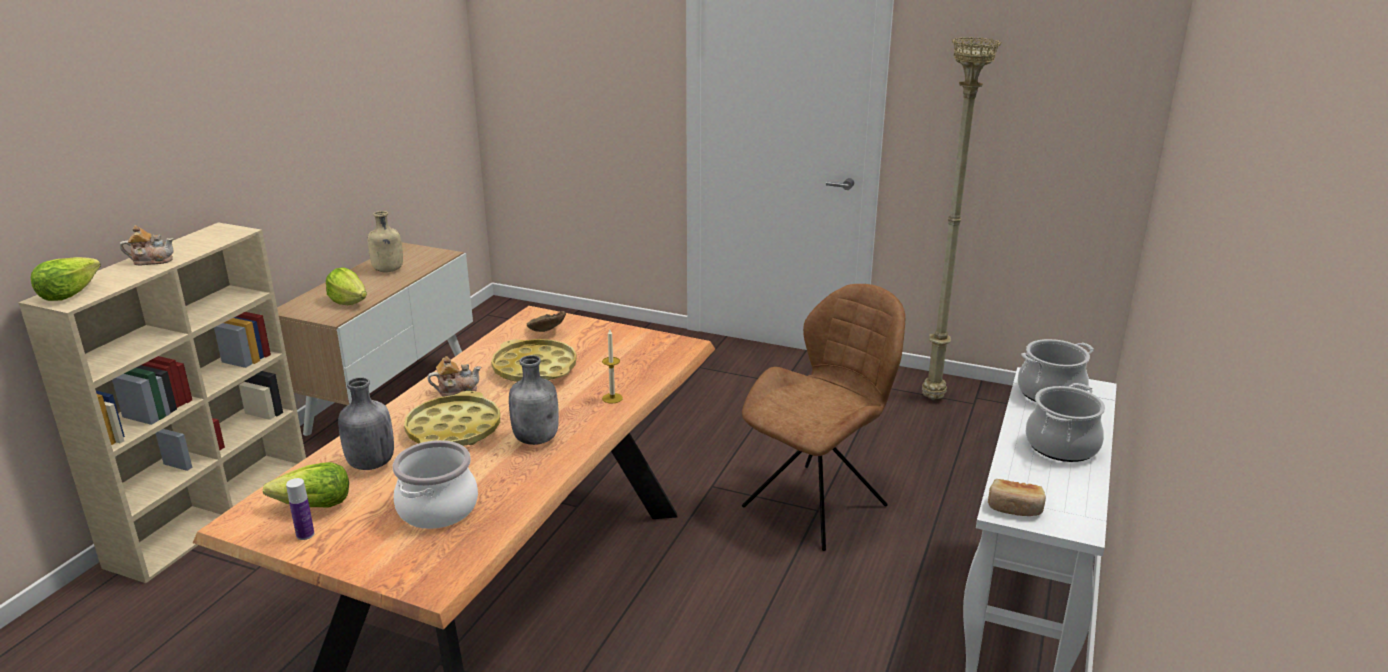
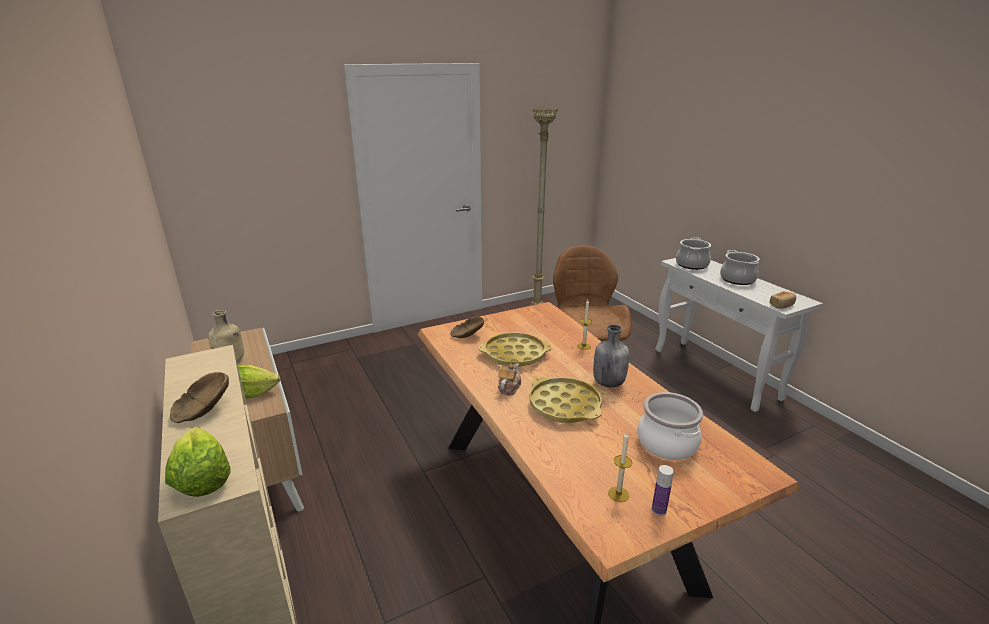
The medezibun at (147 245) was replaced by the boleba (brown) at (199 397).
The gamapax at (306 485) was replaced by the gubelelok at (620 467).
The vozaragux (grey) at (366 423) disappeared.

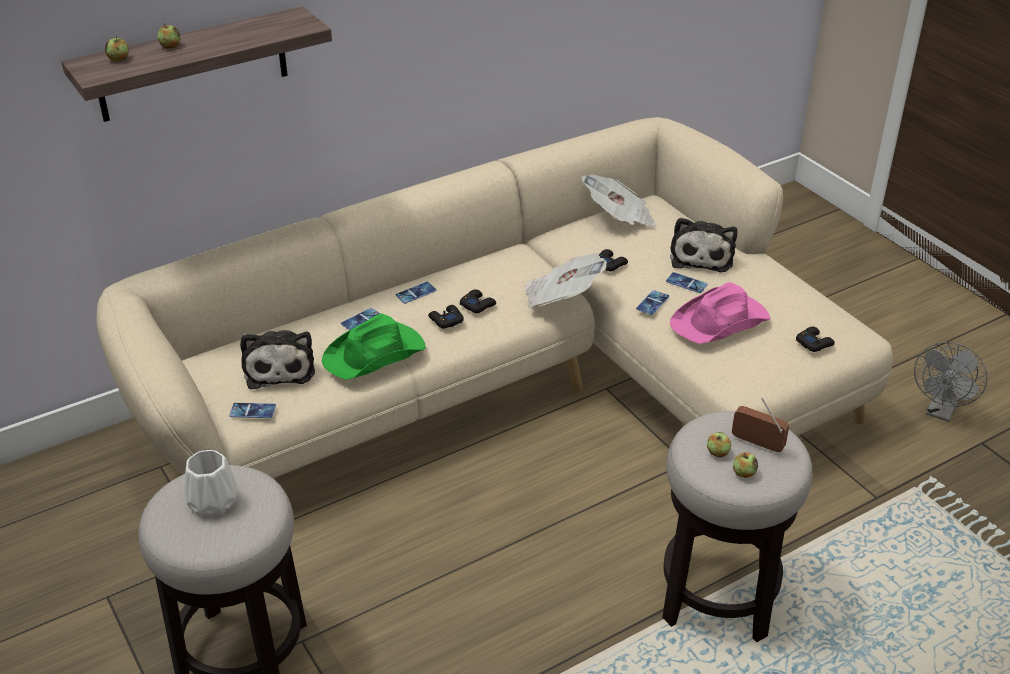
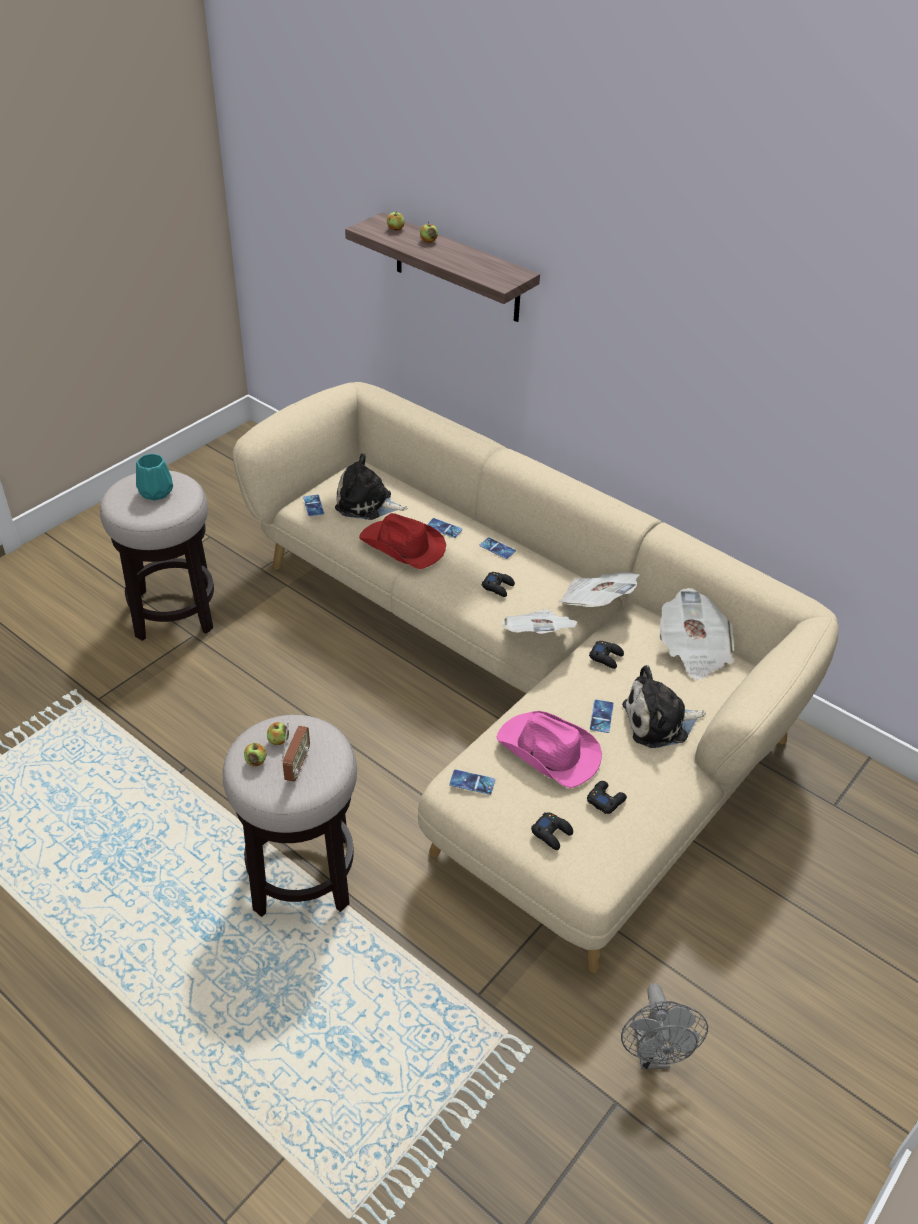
The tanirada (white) at (210 483) became the tanirada (turquoise) at (154 477).
The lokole at (277 359) turned 45 degrees clockwise.
The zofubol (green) at (374 347) became the zofubol (red) at (402 541).
The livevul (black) moved from (446 317) to (607 797).
The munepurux moved from (652 302) to (472 782).
The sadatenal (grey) at (950 382) turned 105 degrees counterclockwise.
The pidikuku at (599 589) appeared.

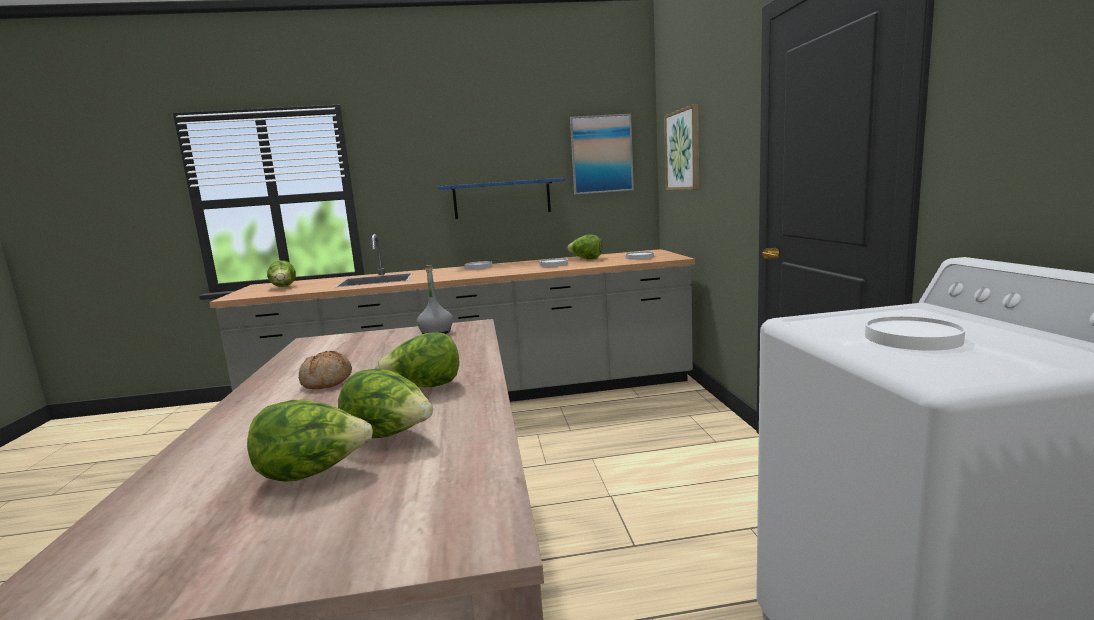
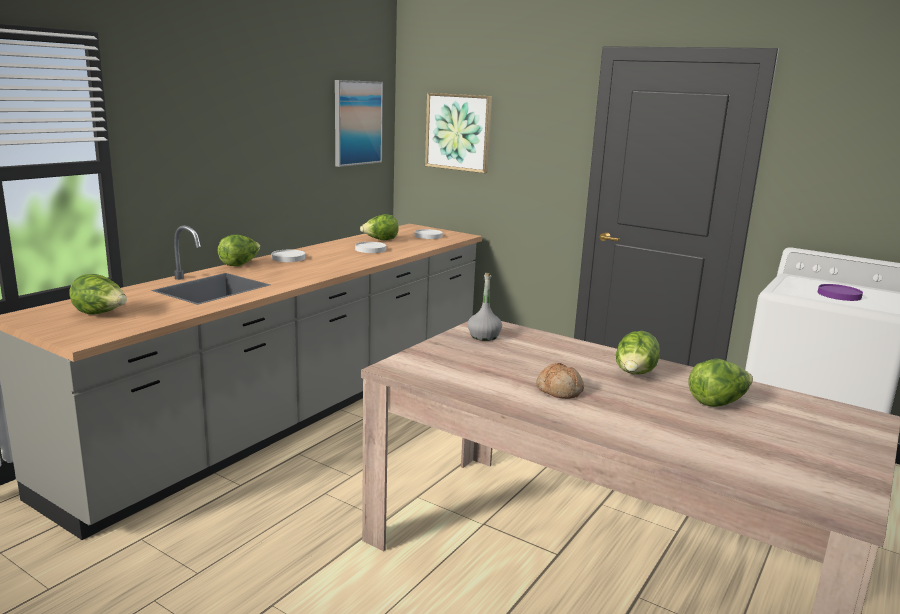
The gamapax moved from (310 441) to (239 250).
The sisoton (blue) at (501 198) disappeared.
The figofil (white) at (915 333) became the figofil (purple) at (840 292).

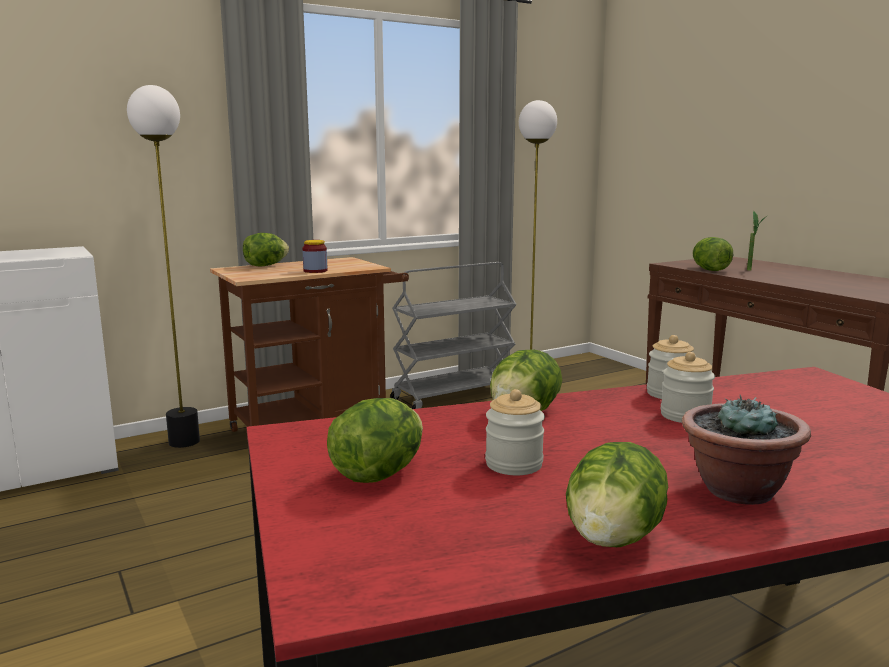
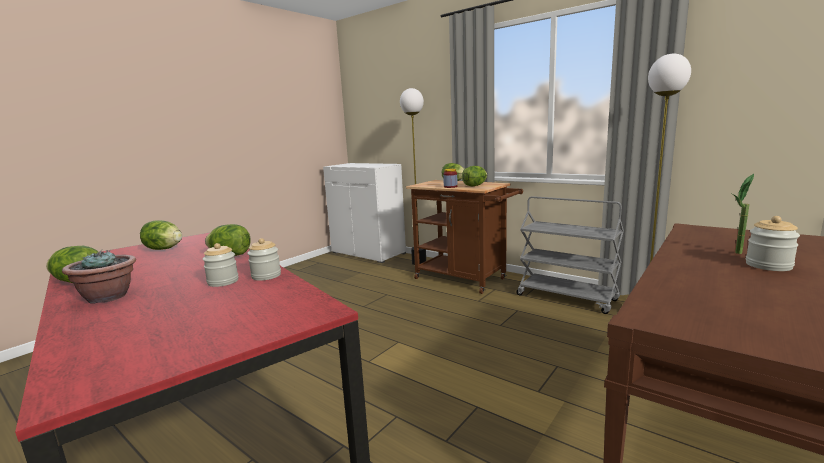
The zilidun moved from (515 432) to (773 243).
The gamapax moved from (712 254) to (474 176).

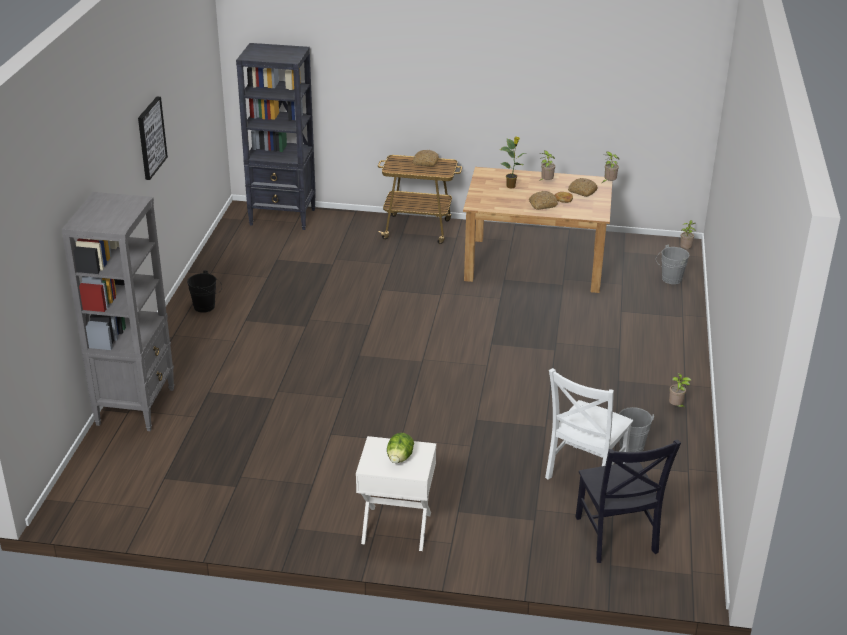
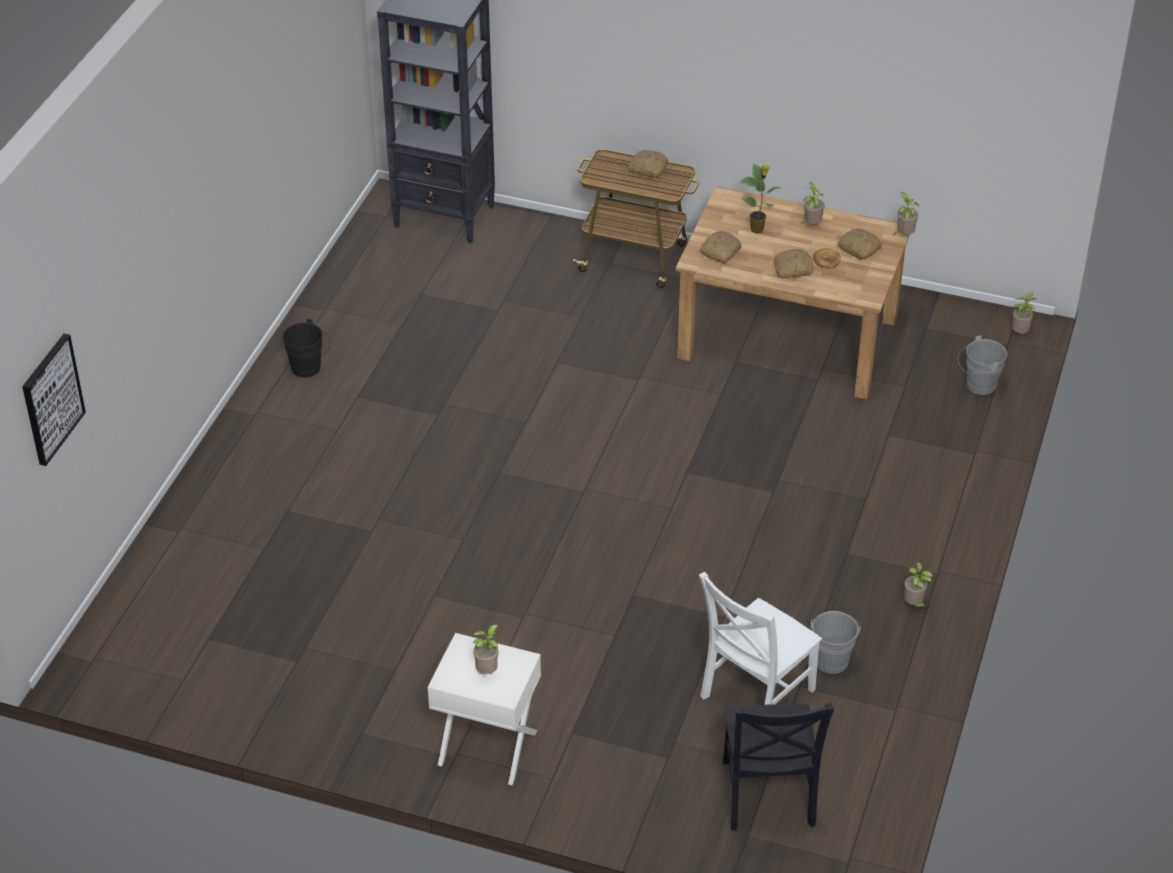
The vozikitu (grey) at (118 311) disappeared.
The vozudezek moved from (153 138) to (54 400).
The gamapax at (400 448) was replaced by the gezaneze at (486 649).
The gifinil at (720 247) appeared.

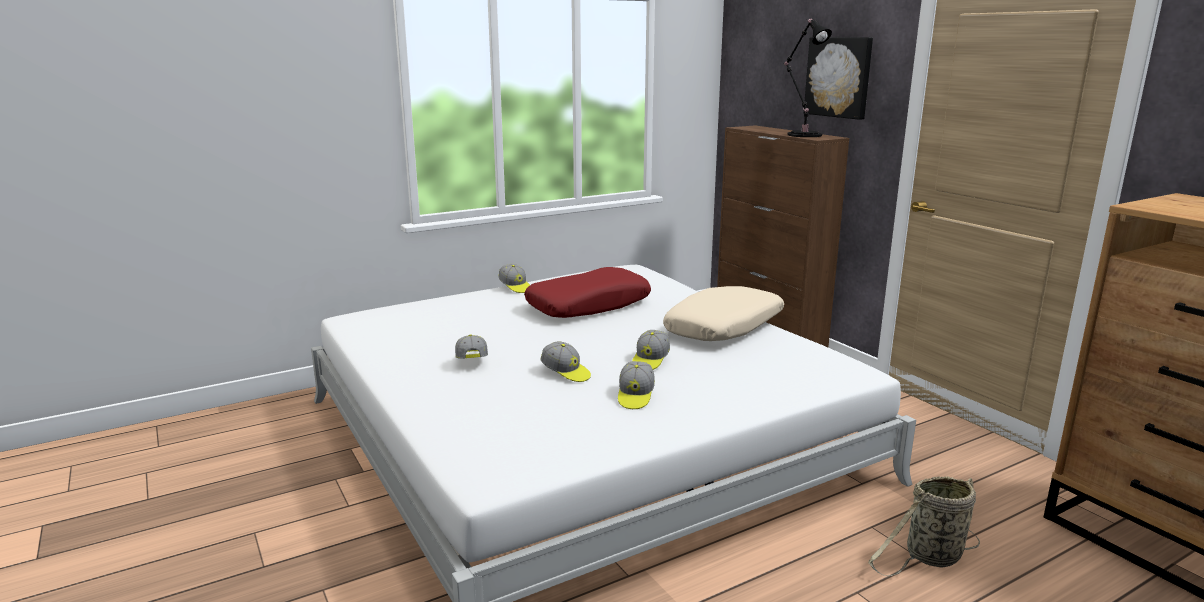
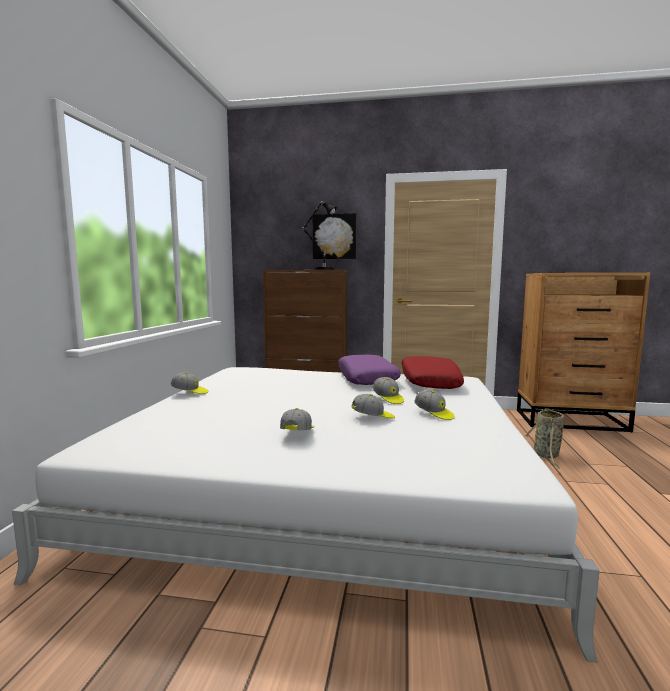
The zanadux at (471 346) turned 75 degrees clockwise.
The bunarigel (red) moved from (587 292) to (433 372).
The bunarigel (beige) at (723 313) became the bunarigel (purple) at (369 370).

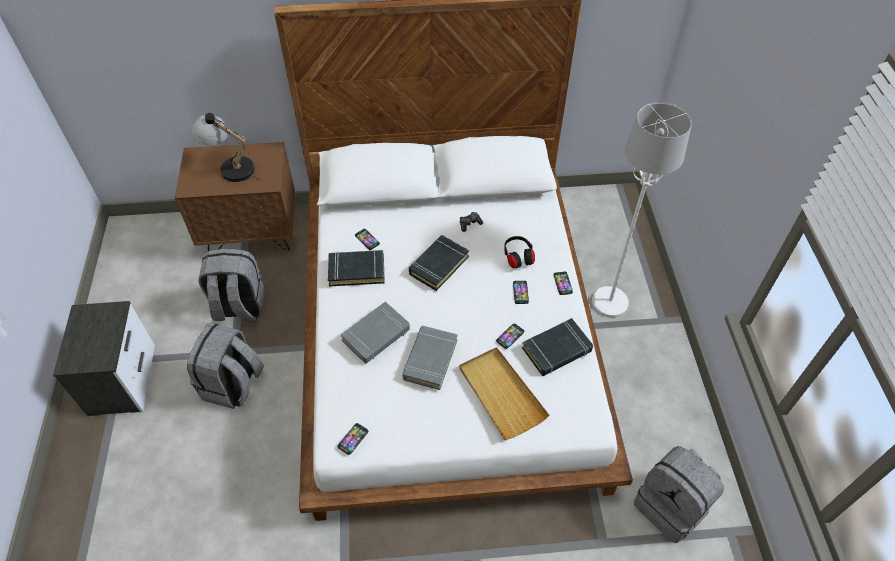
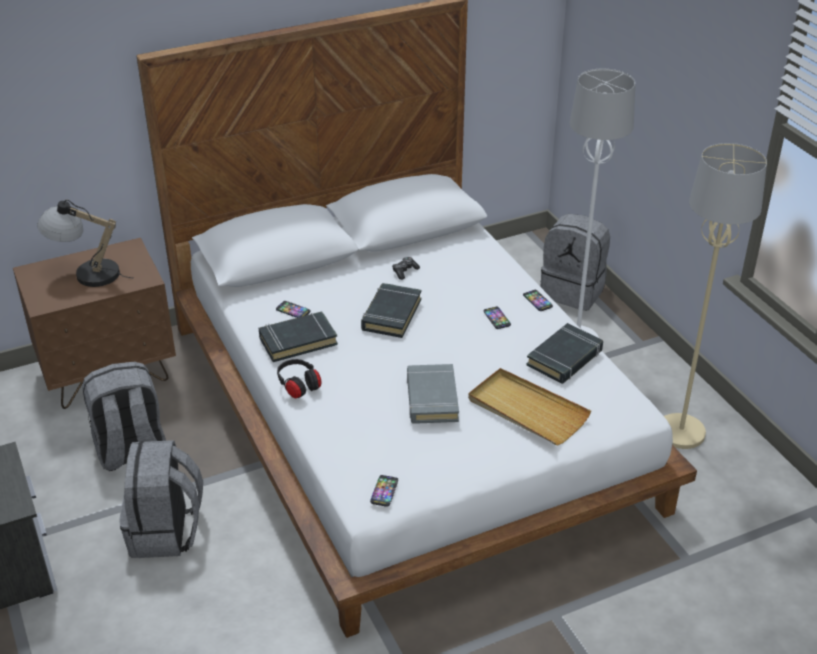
The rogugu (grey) at (375 333) disappeared.
The munepurux at (510 336) disappeared.
The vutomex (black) moved from (519 252) to (299 379).
The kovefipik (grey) moved from (679 494) to (575 262).
The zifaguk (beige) at (715 296) appeared.

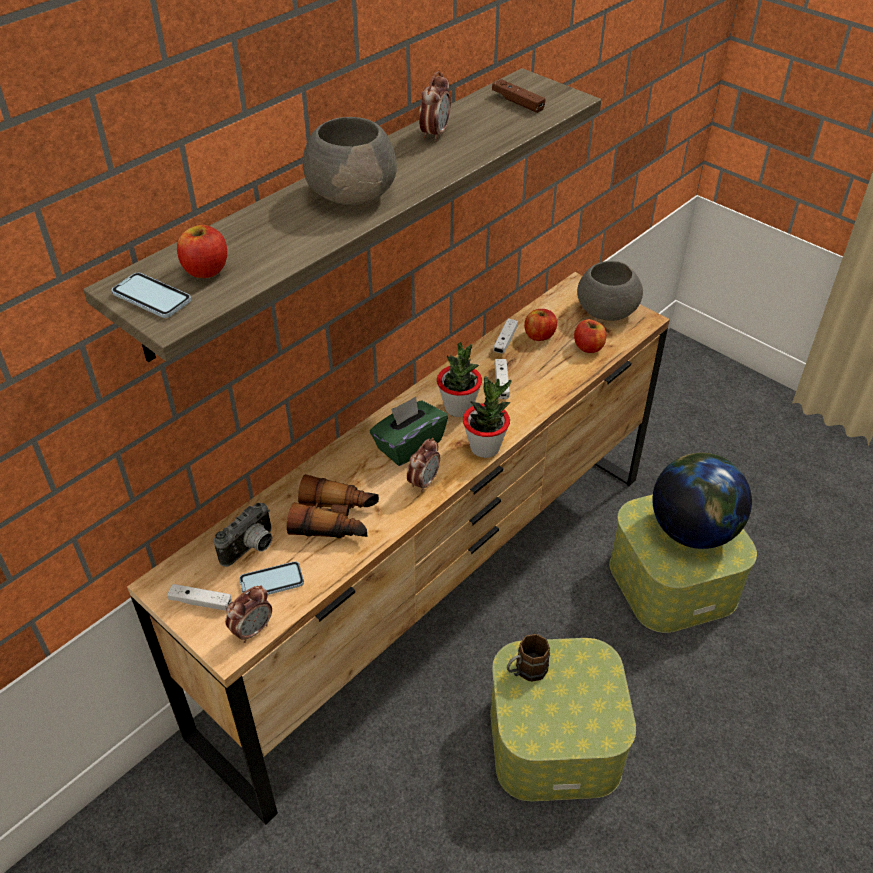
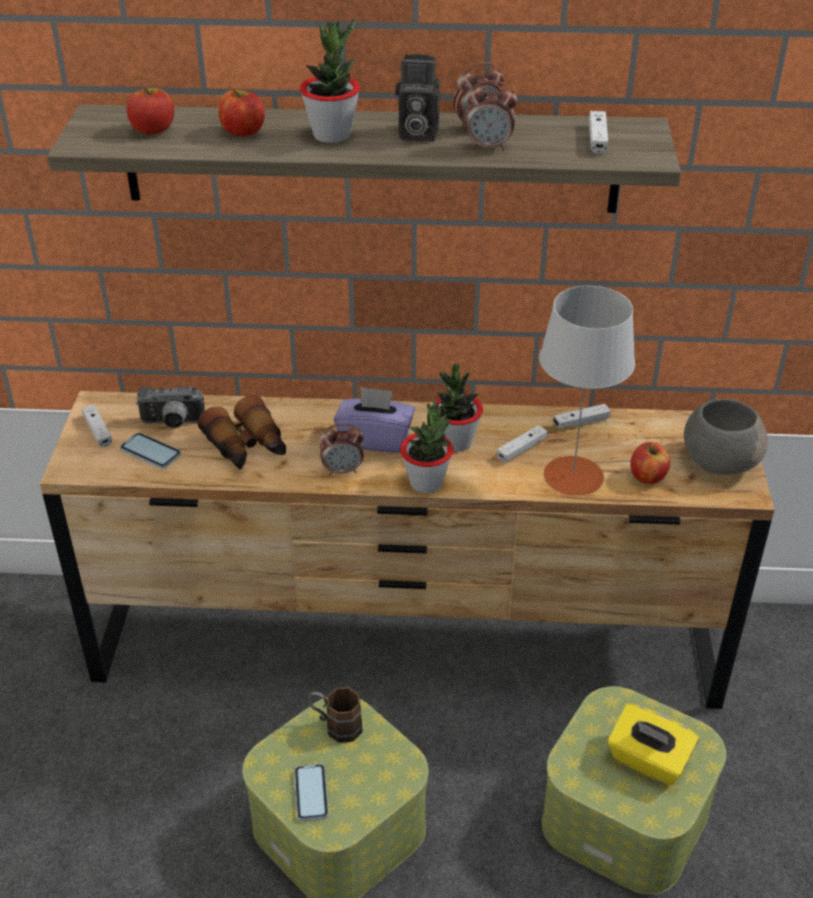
The munepurux moved from (151 295) to (311 792).
The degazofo moved from (248 614) to (491 115).
The boleba (grey) at (350 161) was replaced by the gezaneze at (330 81).
The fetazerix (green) at (409 431) became the fetazerix (purple) at (374 420).
The livevul (brown) at (519 96) became the livevul (white) at (598 132).
The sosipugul moved from (540 325) to (241 112).
The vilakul at (702 501) was replaced by the fetazerix (yellow) at (653 744).
The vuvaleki at (417 98) appeared.
The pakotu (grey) at (587 391) appeared.

